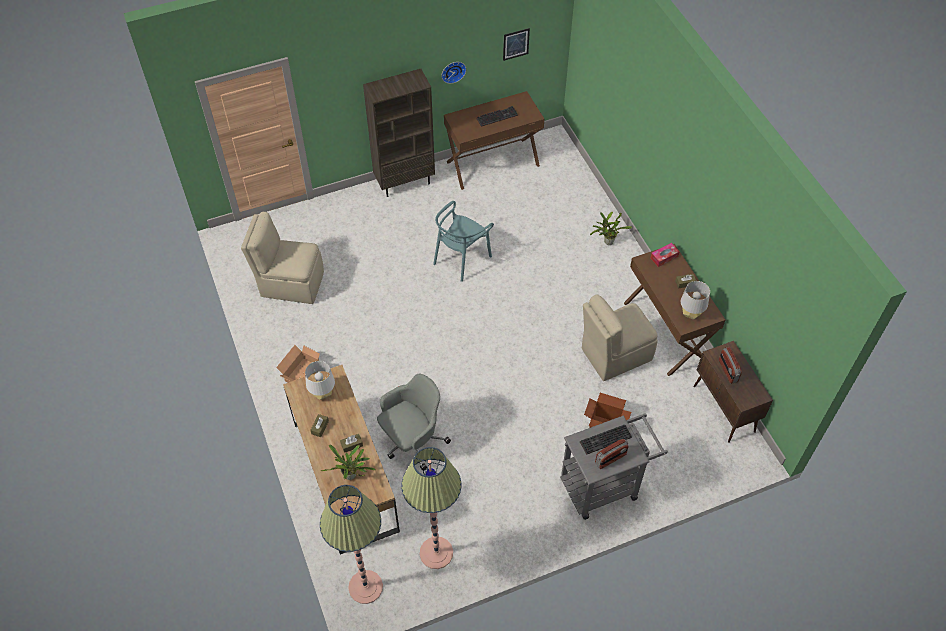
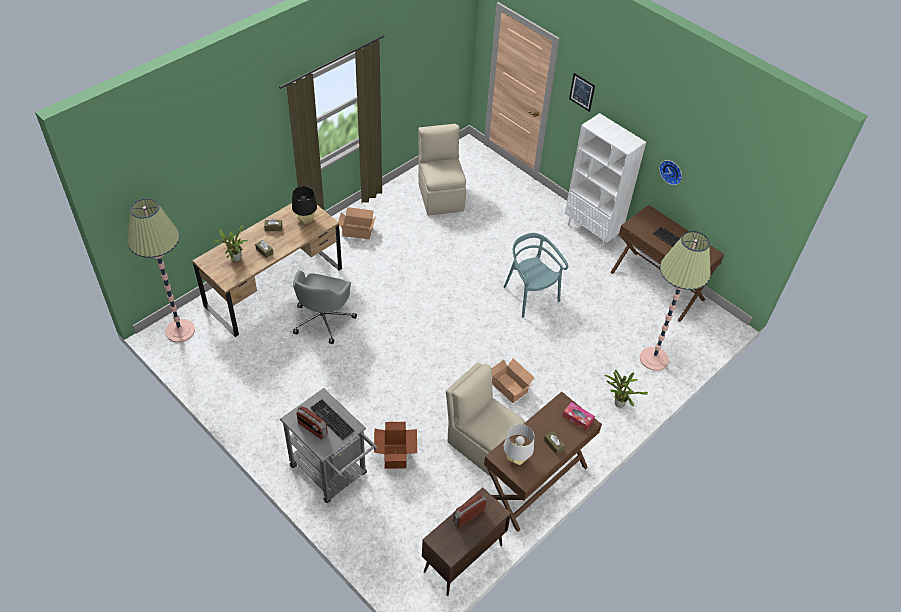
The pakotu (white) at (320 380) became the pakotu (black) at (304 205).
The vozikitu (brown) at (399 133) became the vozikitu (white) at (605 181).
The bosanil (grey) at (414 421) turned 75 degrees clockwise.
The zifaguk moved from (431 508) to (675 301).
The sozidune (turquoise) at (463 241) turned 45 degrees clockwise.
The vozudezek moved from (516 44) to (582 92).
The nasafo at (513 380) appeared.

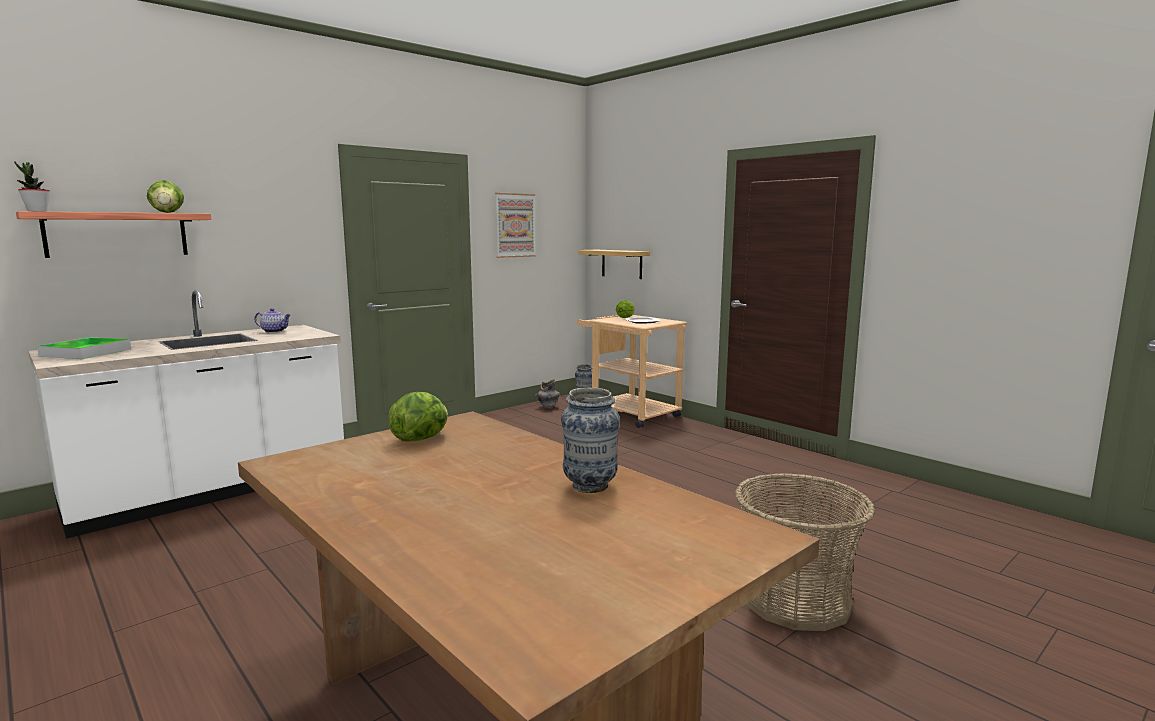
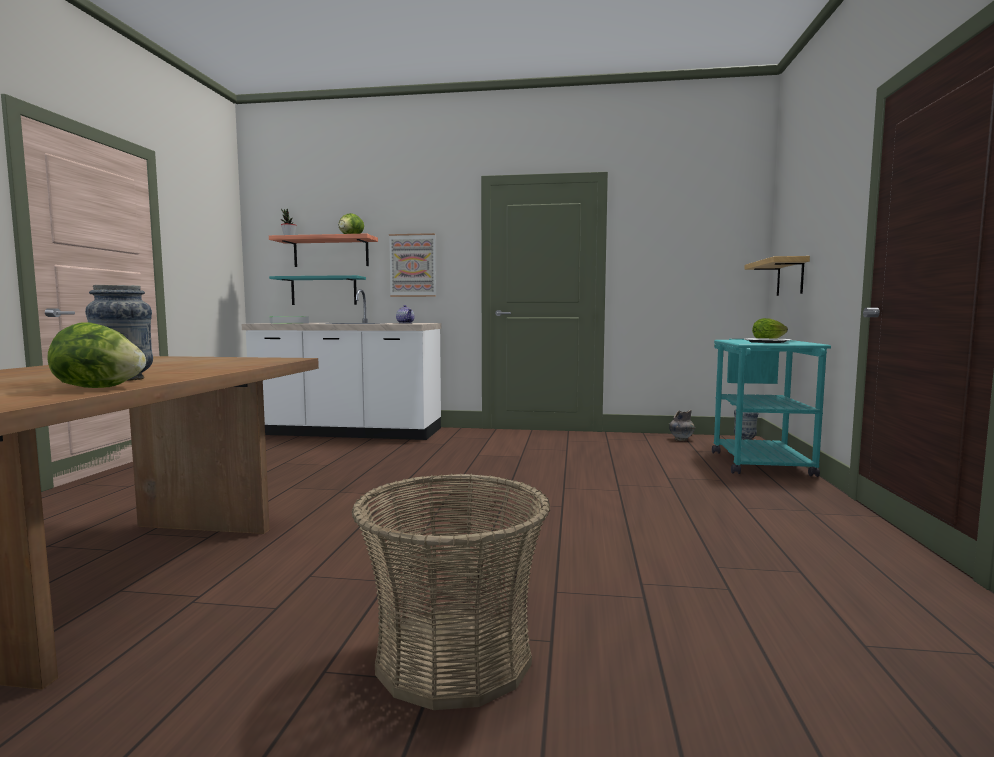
The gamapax moved from (418 416) to (96 355).
The vozudezek moved from (515 225) to (412 265).
The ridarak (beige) at (632 371) became the ridarak (turquoise) at (771 408).
The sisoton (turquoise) at (317 290) appeared.

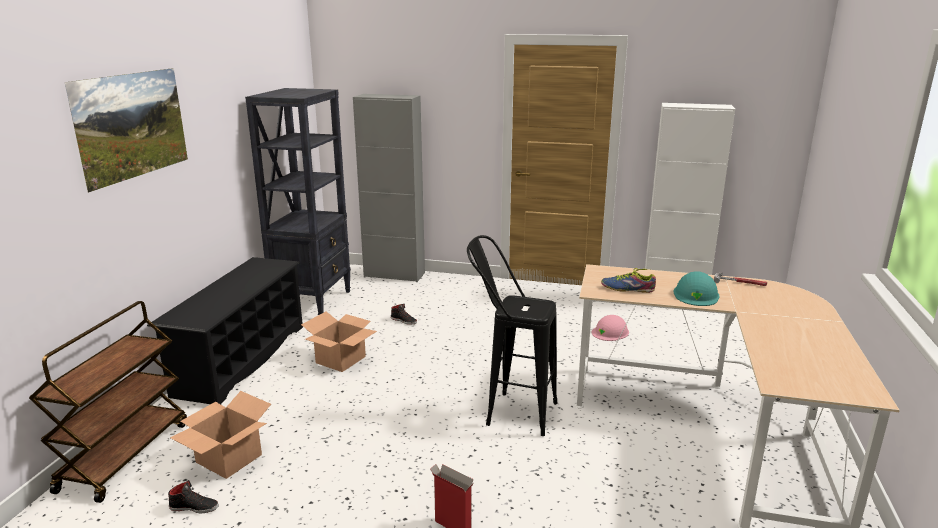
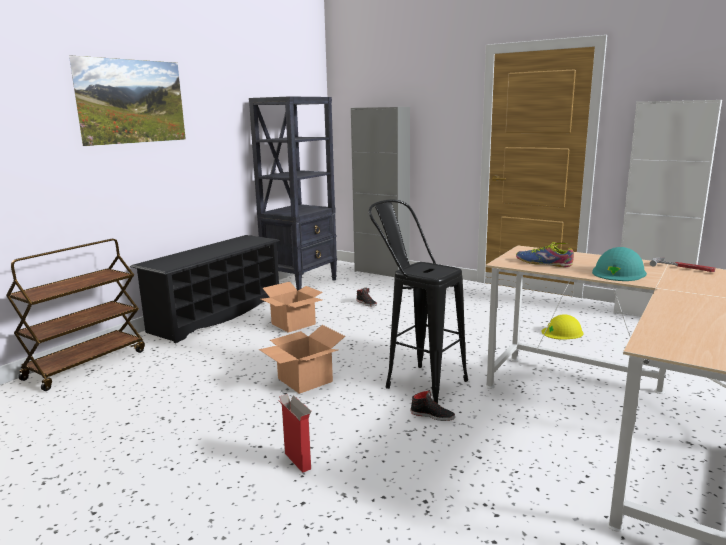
The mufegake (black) moved from (193 497) to (433 405).
The nasafo moved from (220 435) to (302 359).
The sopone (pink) at (610 328) became the sopone (yellow) at (562 327).

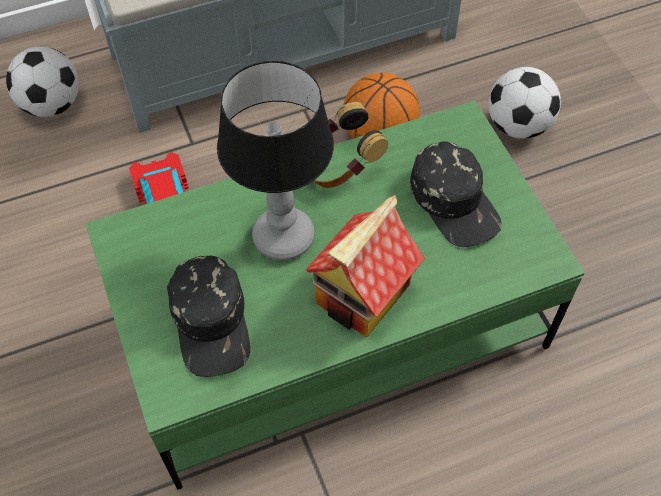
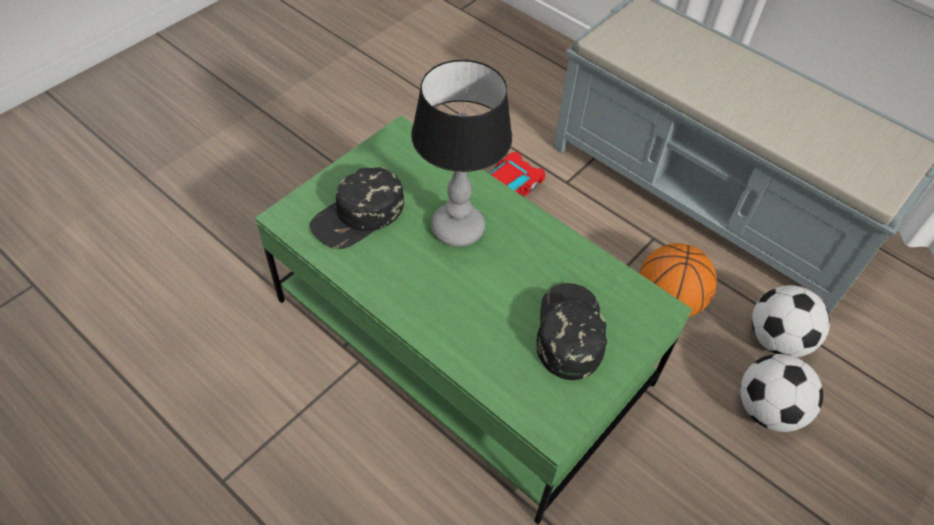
The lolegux moved from (42 81) to (791 321).
The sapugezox at (365 266) disappeared.
The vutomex at (351 145) disappeared.
The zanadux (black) at (456 194) turned 150 degrees clockwise.

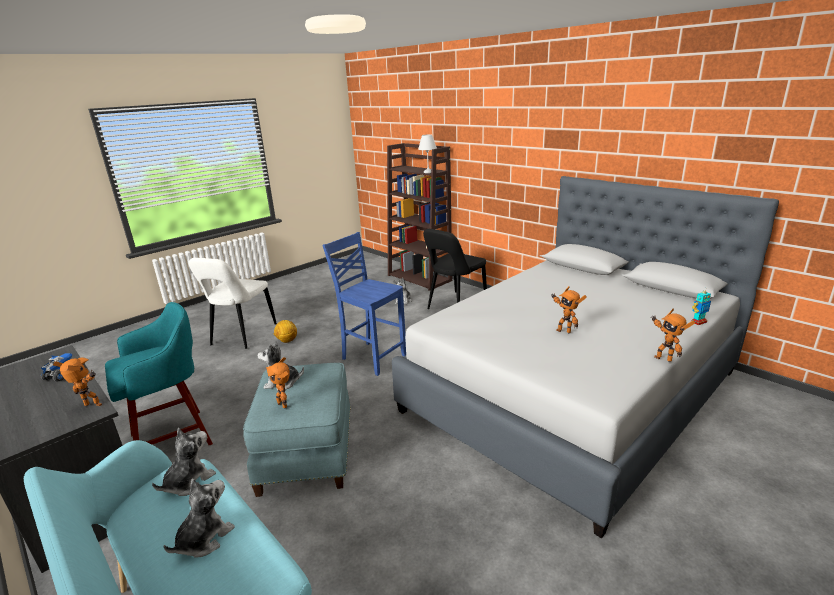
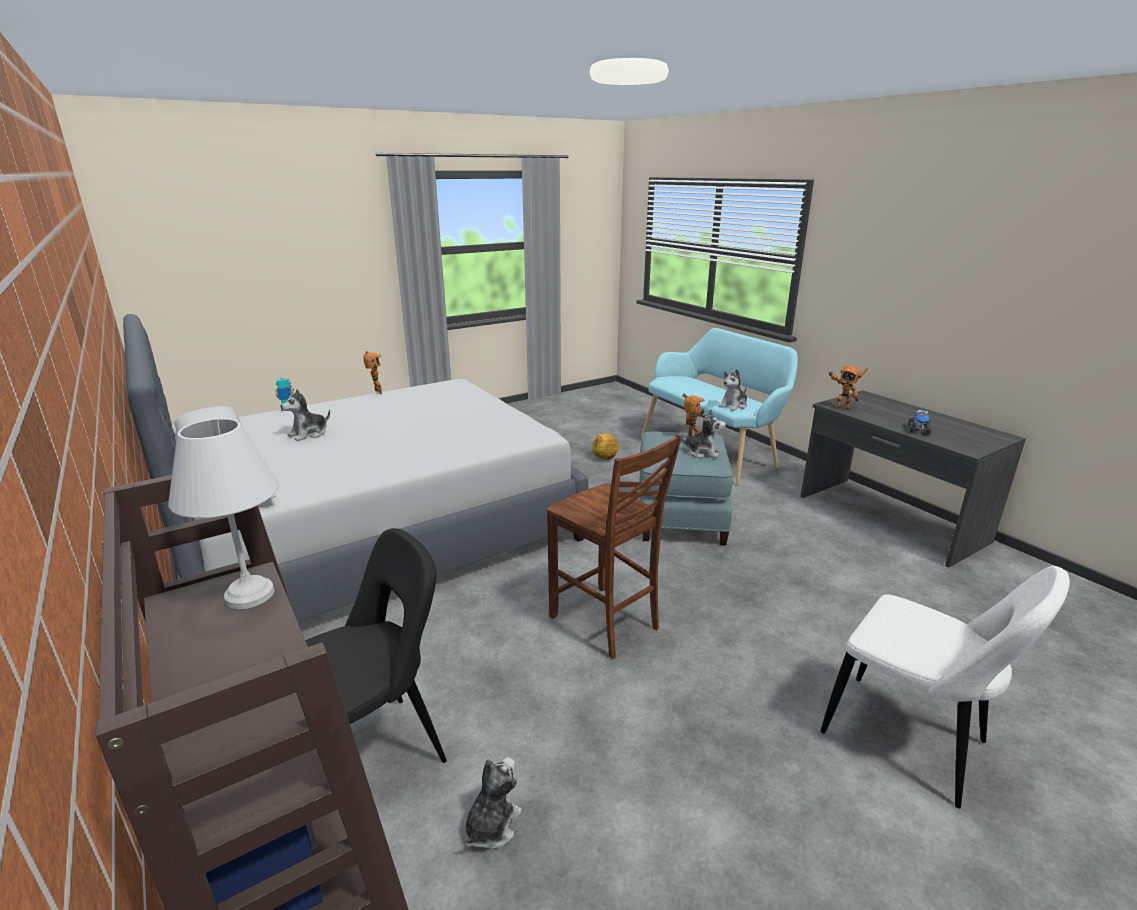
The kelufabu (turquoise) at (159 374) disappeared.
The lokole moved from (199 518) to (305 415).
The sozidune (white) at (232 303) turned 105 degrees clockwise.
The lolegux moved from (285 331) to (605 446).
The sozidune (blue) at (364 304) became the sozidune (brown) at (614 546).
The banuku at (569 309) disappeared.

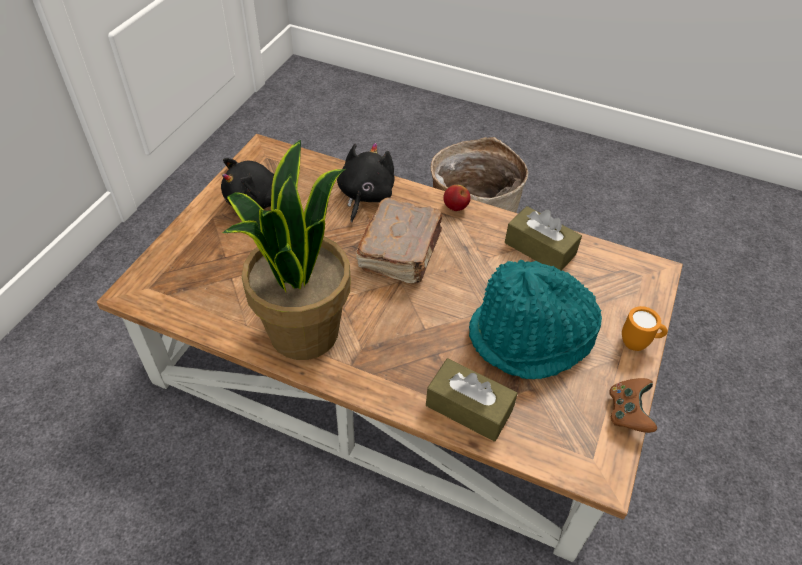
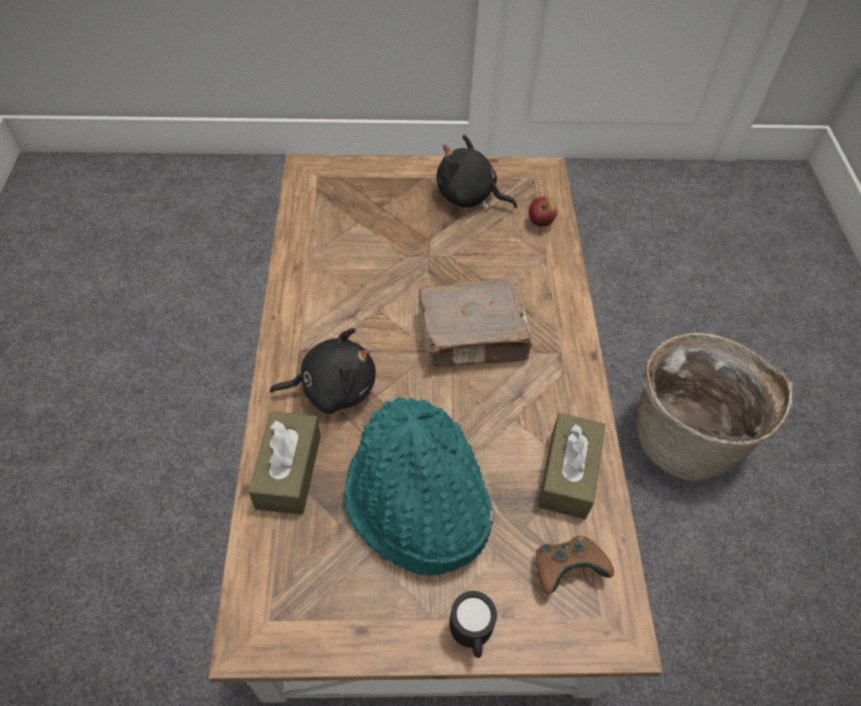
The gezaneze at (286 250) disappeared.
The lokole (black) moved from (366 183) to (323 371).
The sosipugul moved from (457 198) to (543 211).
The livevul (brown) moved from (633 405) to (575 565).
The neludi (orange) at (645 328) became the neludi (black) at (473 624).

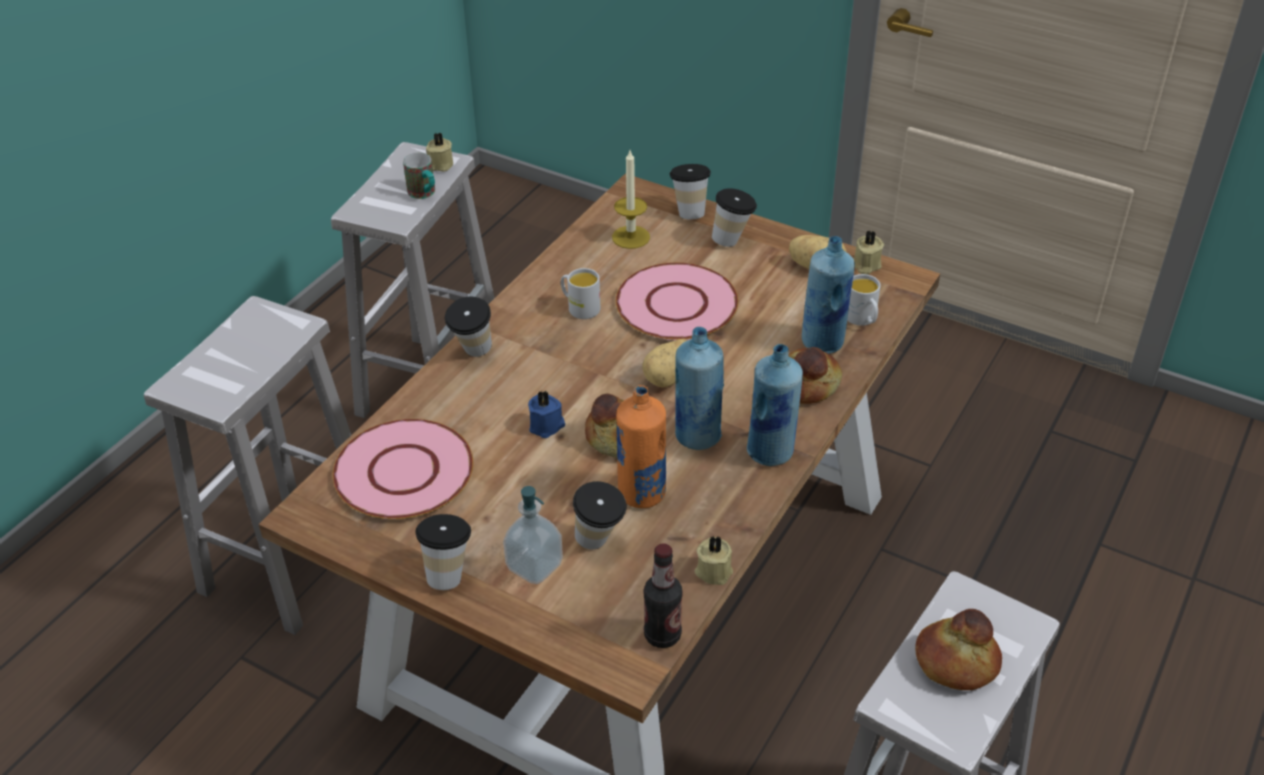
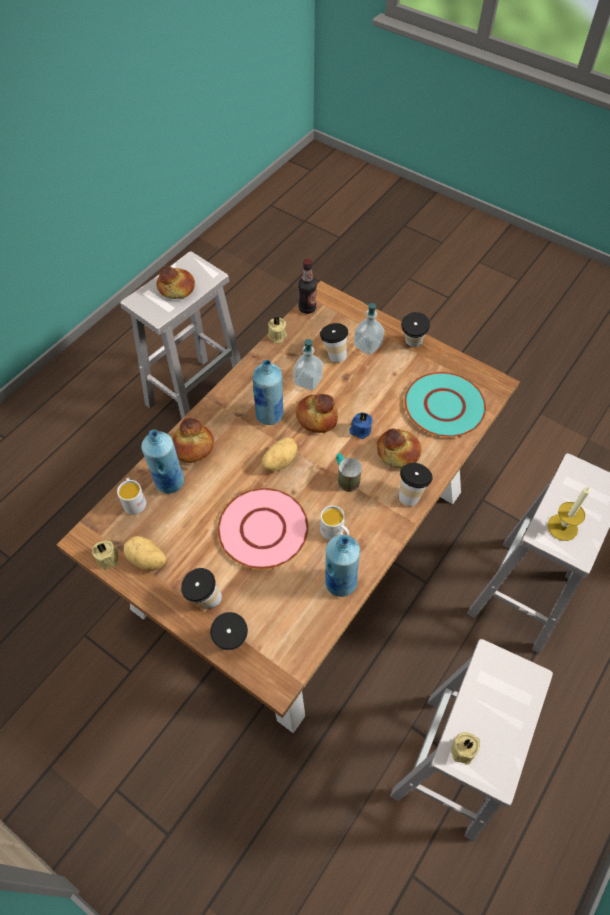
The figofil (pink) at (403 469) became the figofil (turquoise) at (445 404).
The neludi moved from (419 176) to (349 472).
The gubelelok moved from (631 200) to (568 513).
The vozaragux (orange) at (641 446) was replaced by the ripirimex at (308 365).
The vozaragux (blue) moved from (775 405) to (342 566).
The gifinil at (399 449) appeared.

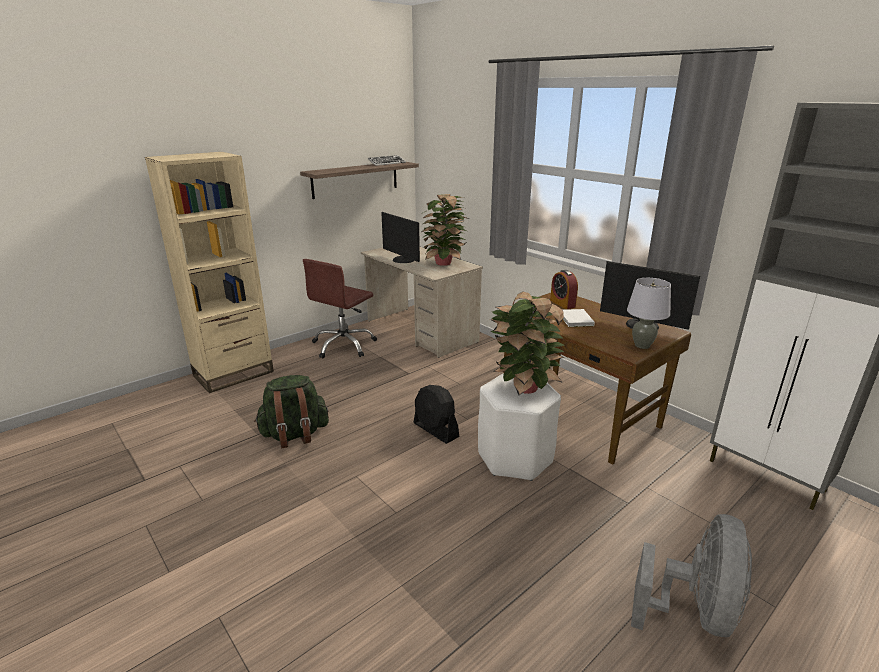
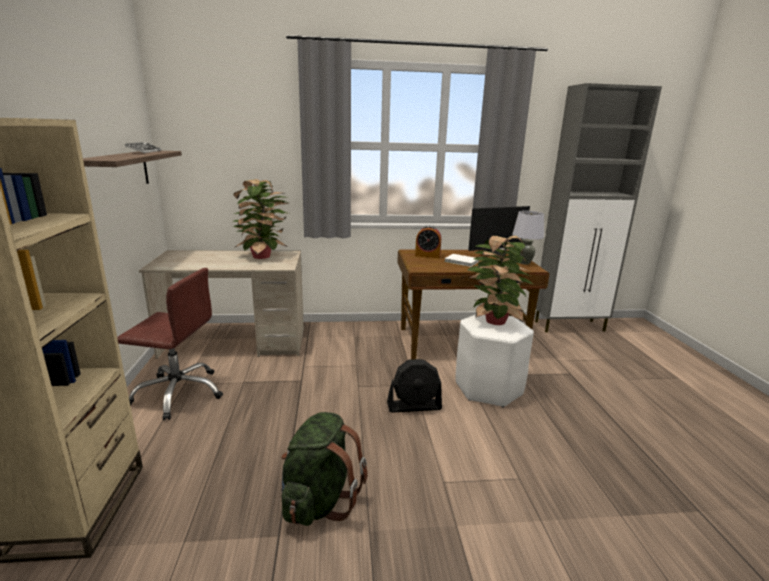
The bosanil (brown) at (340 308) turned 60 degrees counterclockwise.
The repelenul at (400 237) disappeared.
The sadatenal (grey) at (691 575) disappeared.

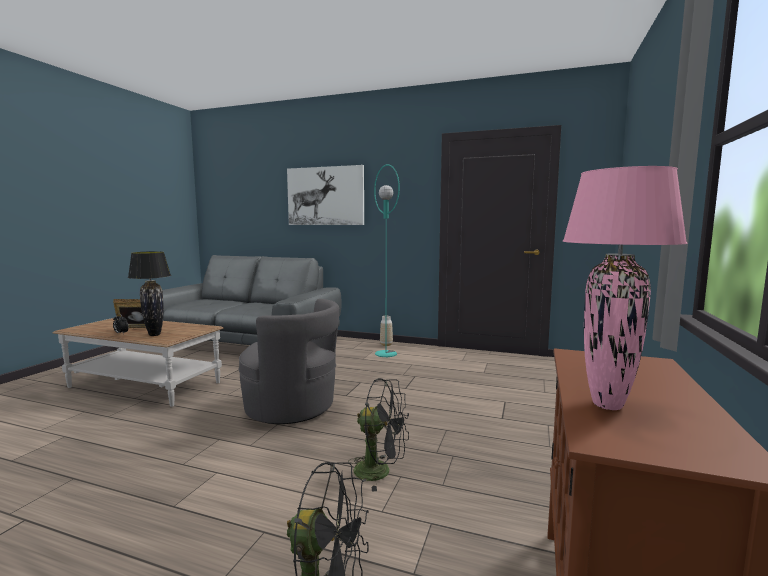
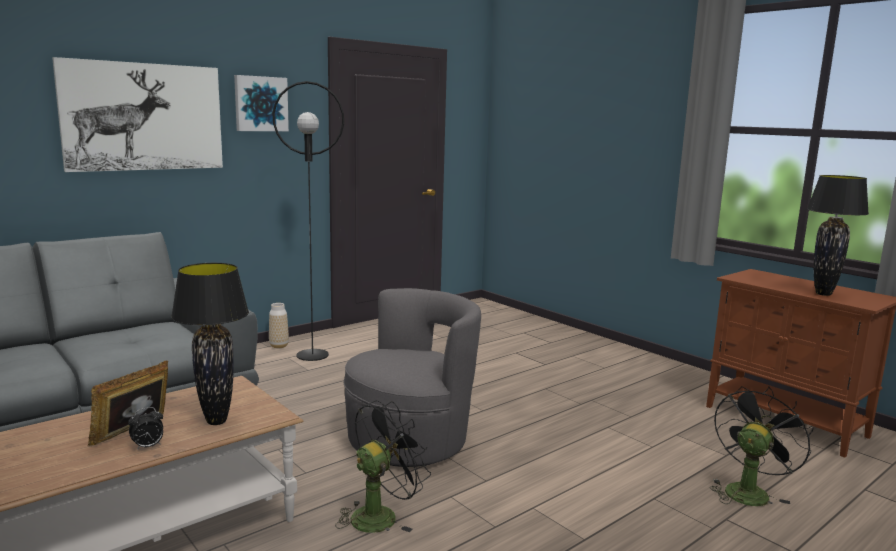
The sadatenal (black) moved from (378 435) to (383 466).
The zifaguk (turquoise) at (387 260) became the zifaguk (black) at (308 221).
The pakotu (pink) at (625 288) became the pakotu (black) at (838 235).
The vozudezek at (261 103) appeared.

